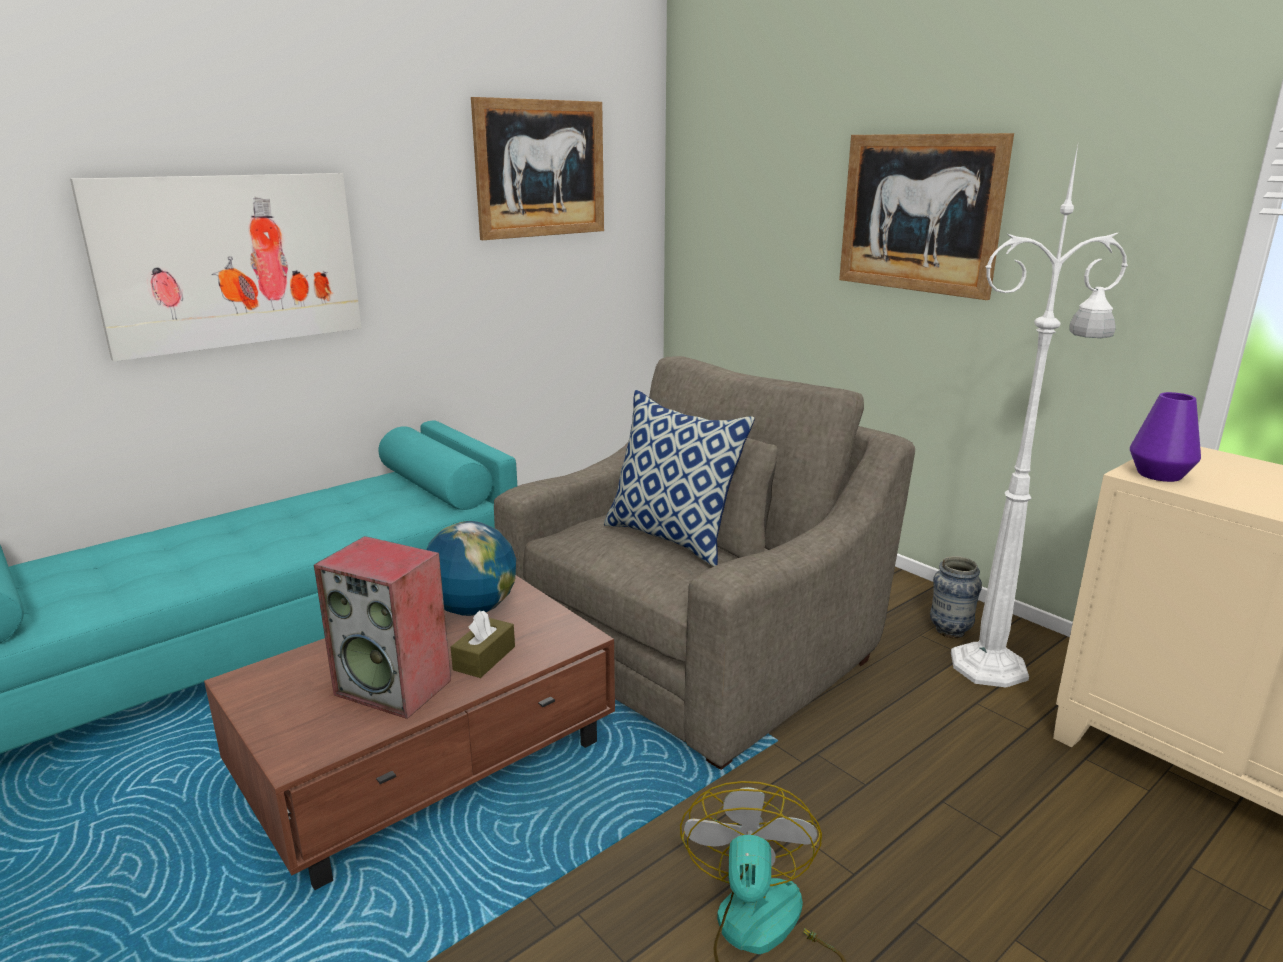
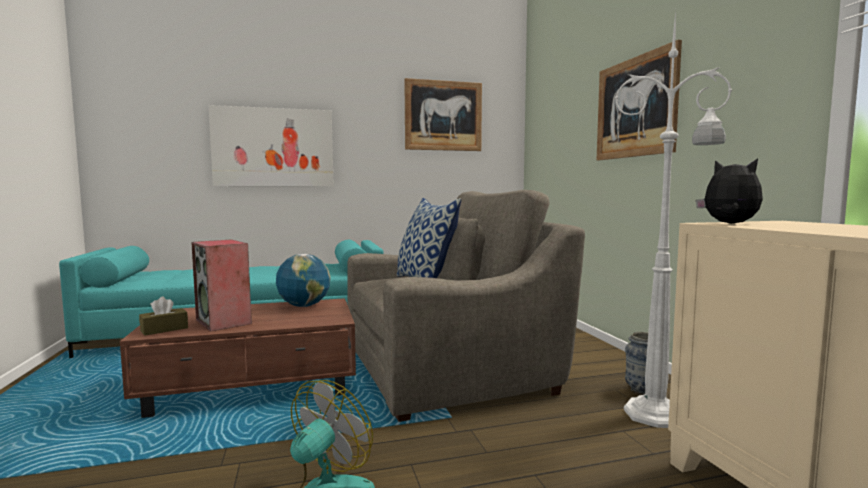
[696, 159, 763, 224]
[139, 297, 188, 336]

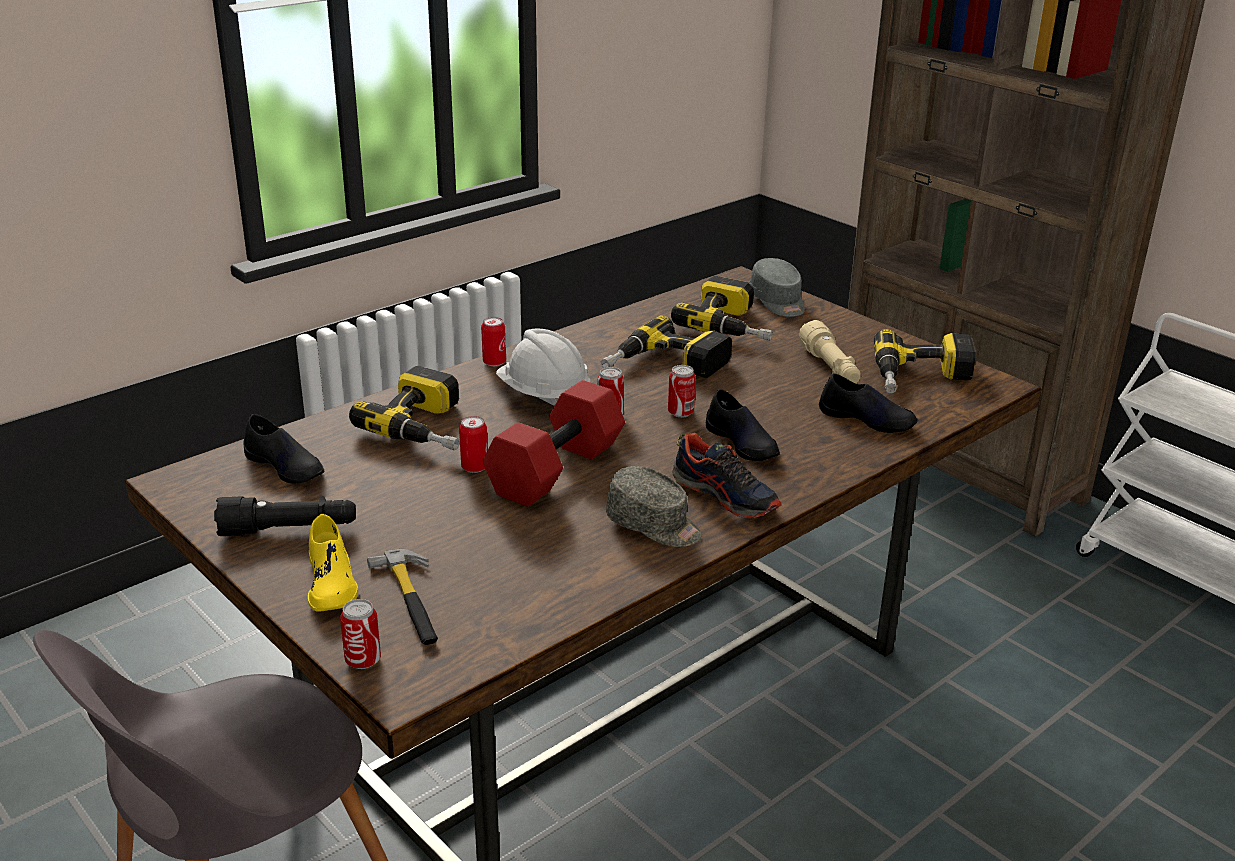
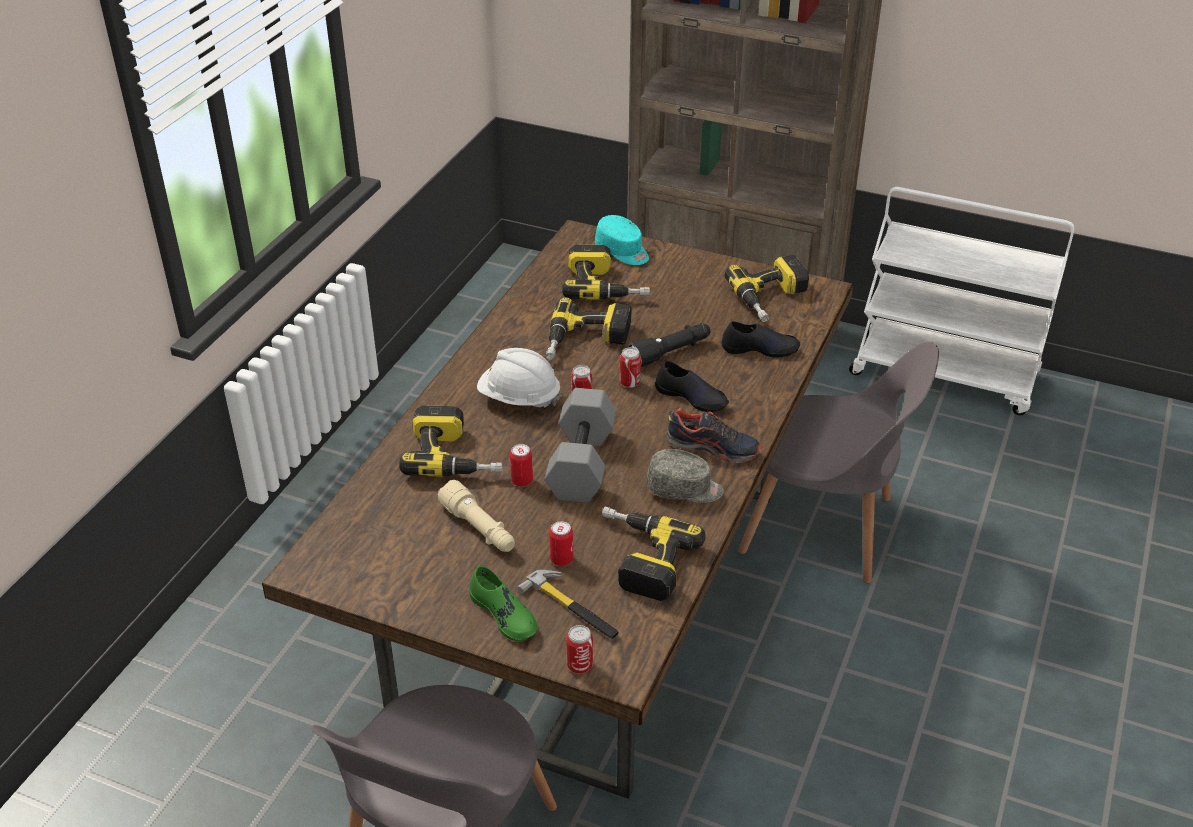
[595, 215, 649, 265]
[549, 521, 573, 566]
[438, 480, 515, 552]
[544, 388, 616, 503]
[243, 414, 324, 483] (first image)
[629, 323, 710, 367]
[469, 566, 538, 641]
[738, 342, 939, 584]
[602, 506, 706, 601]

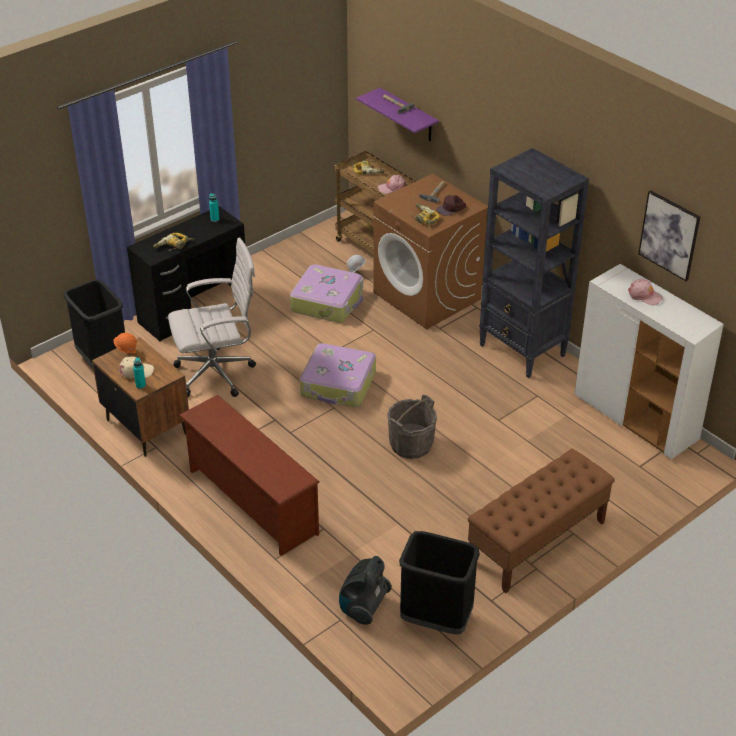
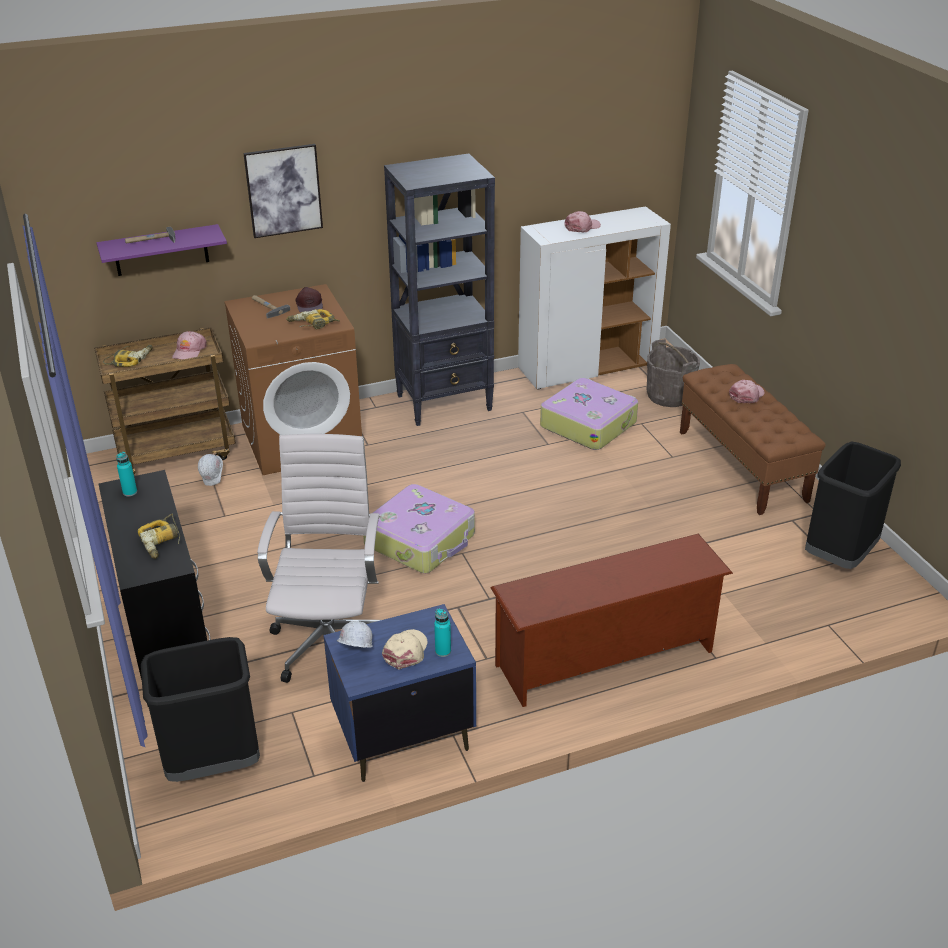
[243, 144, 323, 238]
[540, 378, 638, 450]
[337, 621, 373, 648]
[323, 604, 476, 782]
[647, 339, 700, 407]
[339, 556, 392, 625] (first image)
[729, 380, 765, 403]

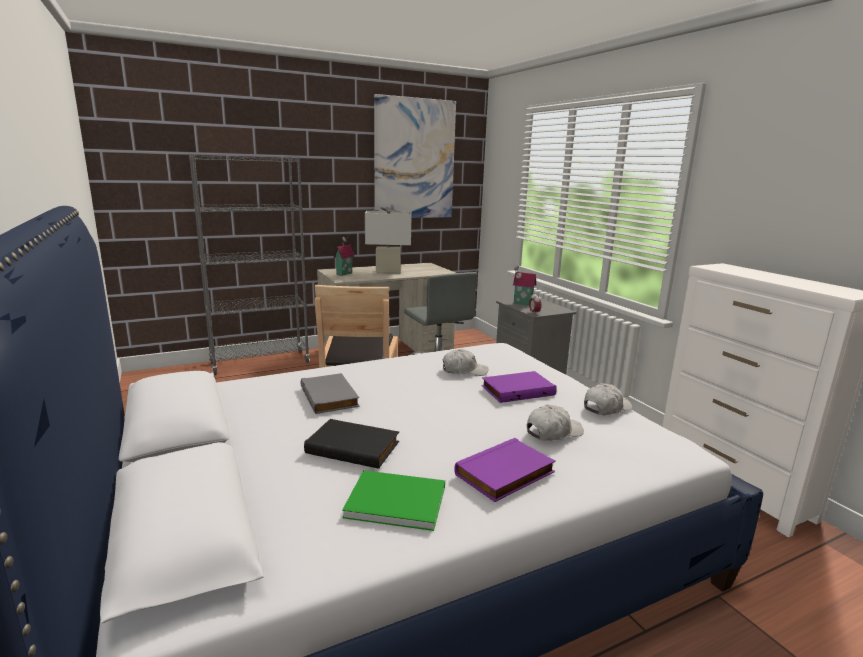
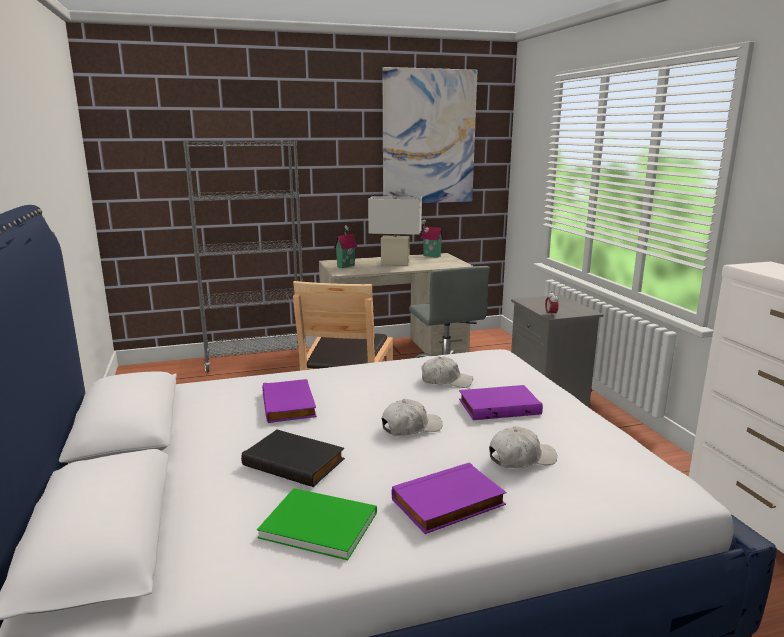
[421, 220, 444, 258]
[262, 379, 317, 423]
[382, 399, 443, 436]

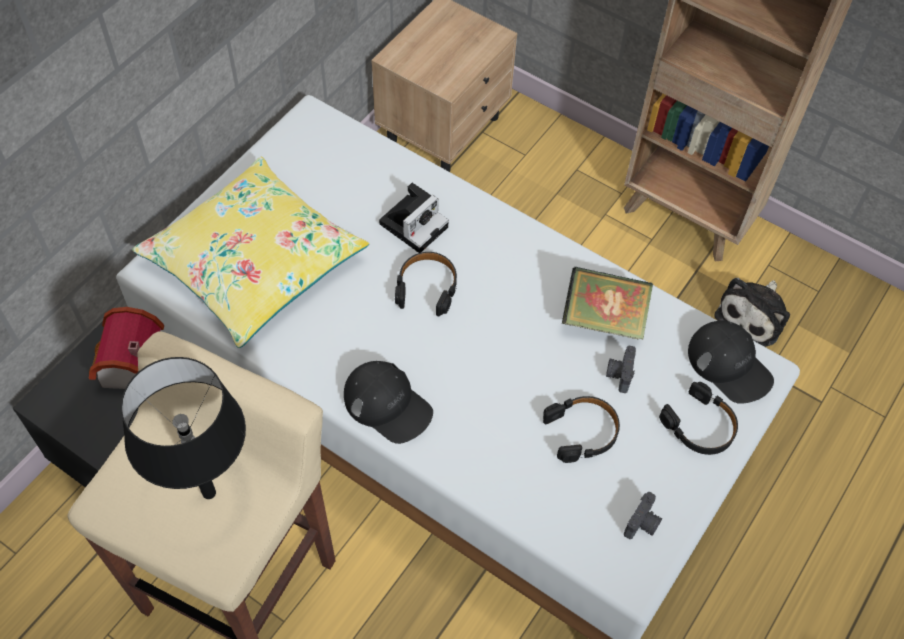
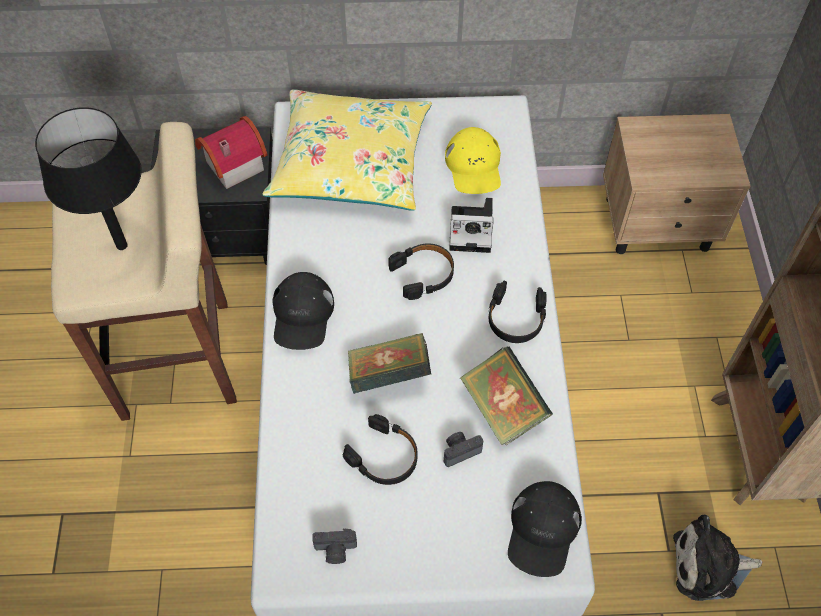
[488, 281, 547, 343]
[445, 127, 501, 194]
[348, 333, 431, 394]

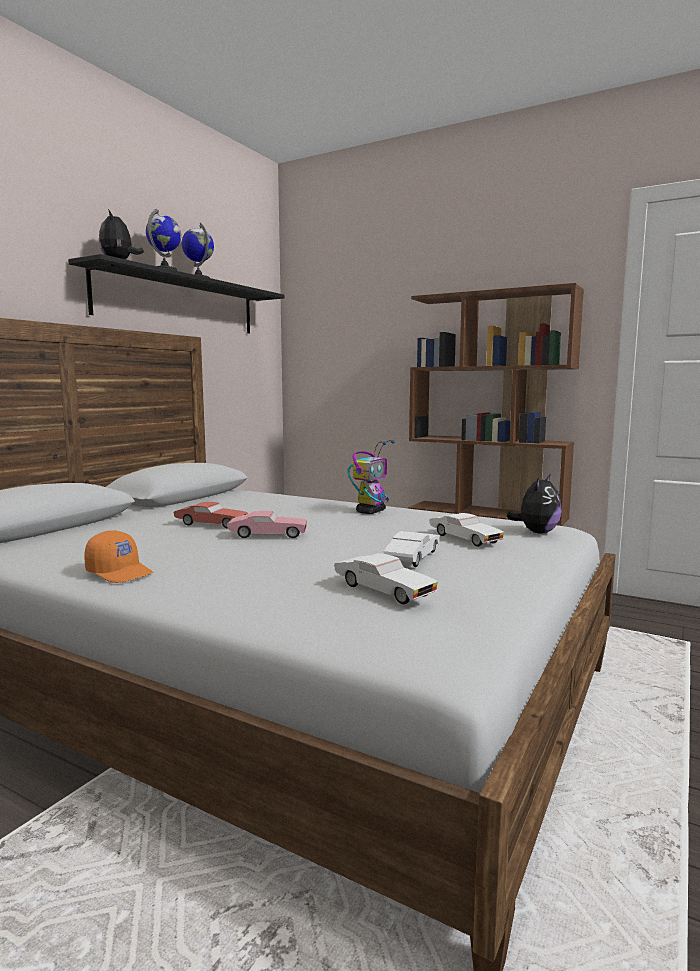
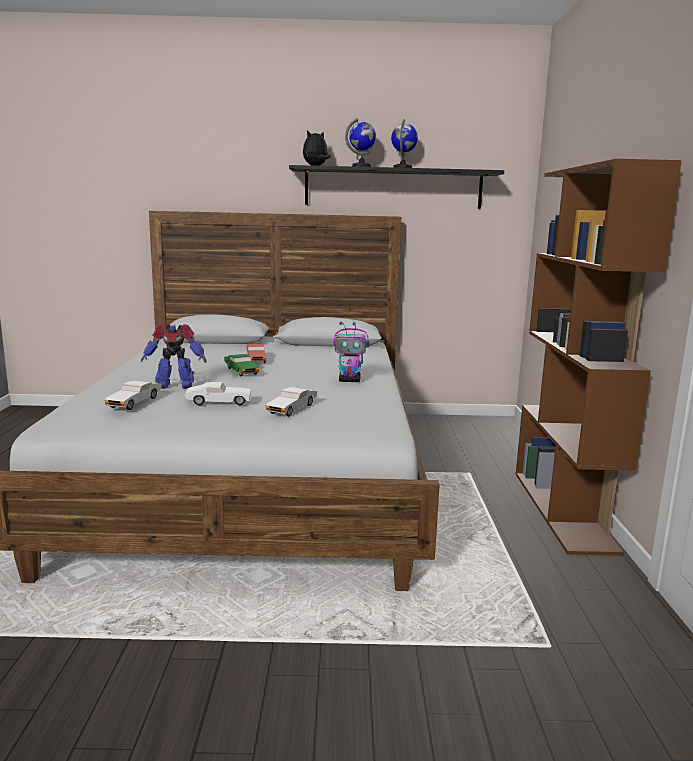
[506, 475, 562, 534] (first image)
[224, 354, 259, 376]
[84, 530, 153, 583] (first image)
[141, 324, 207, 389]

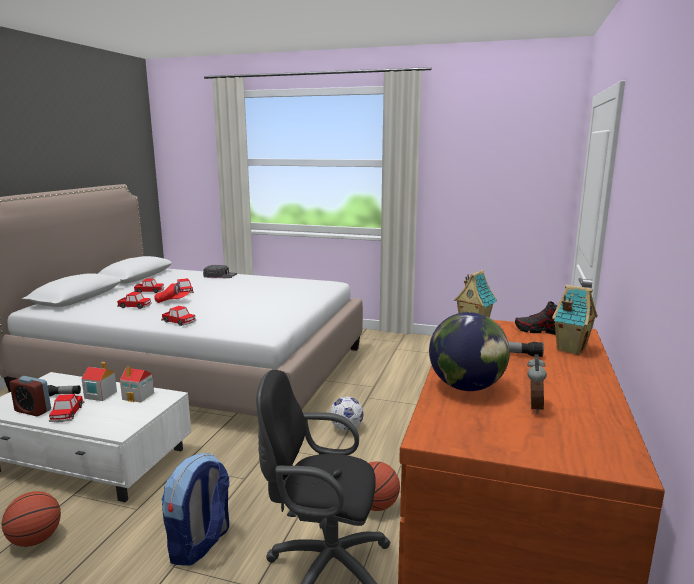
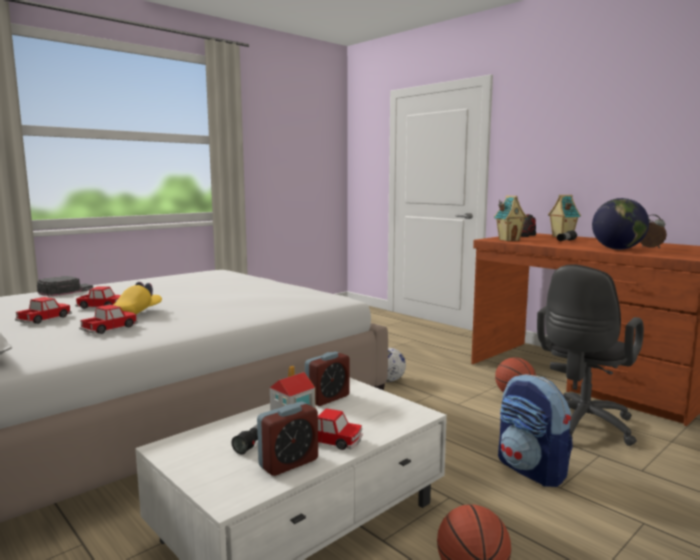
[113, 282, 162, 314]
[161, 306, 196, 326] (first image)
[305, 352, 350, 406]

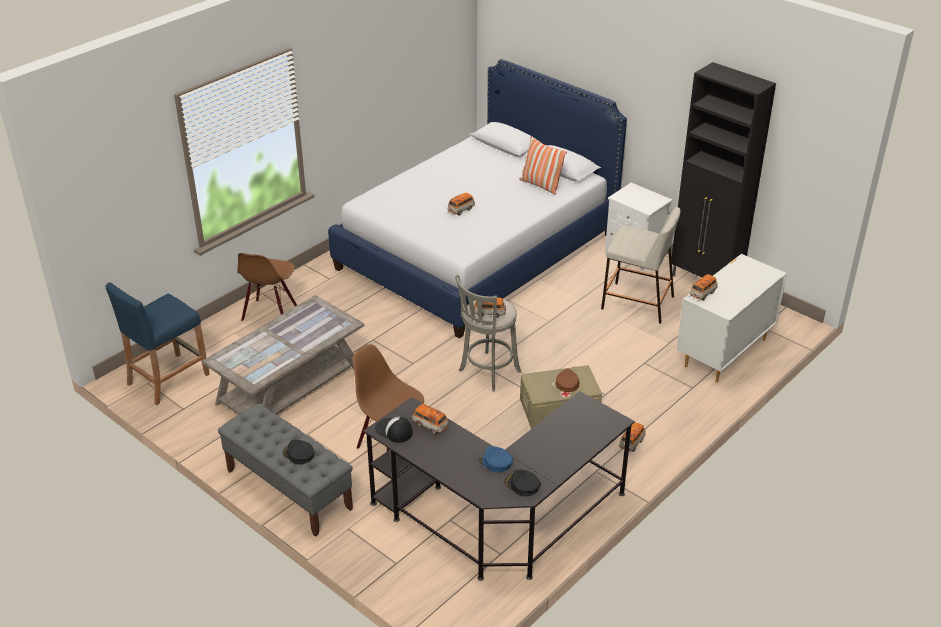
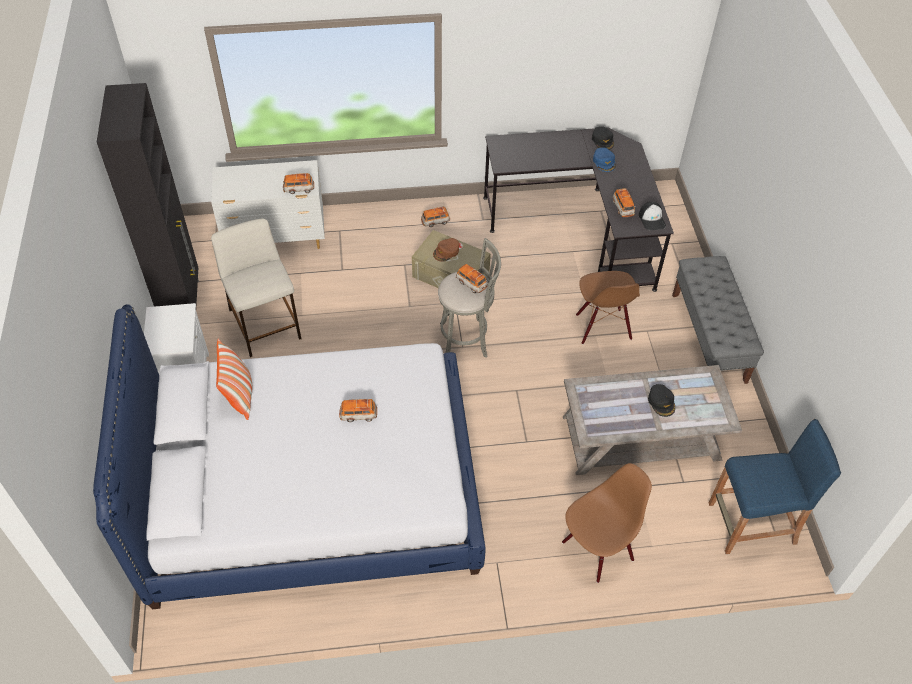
[648, 384, 675, 417]

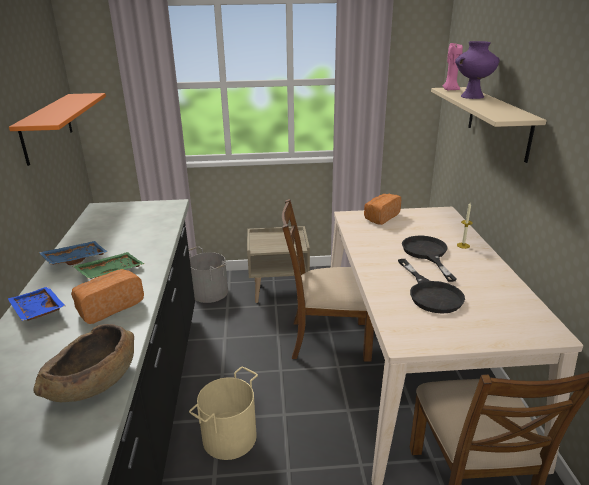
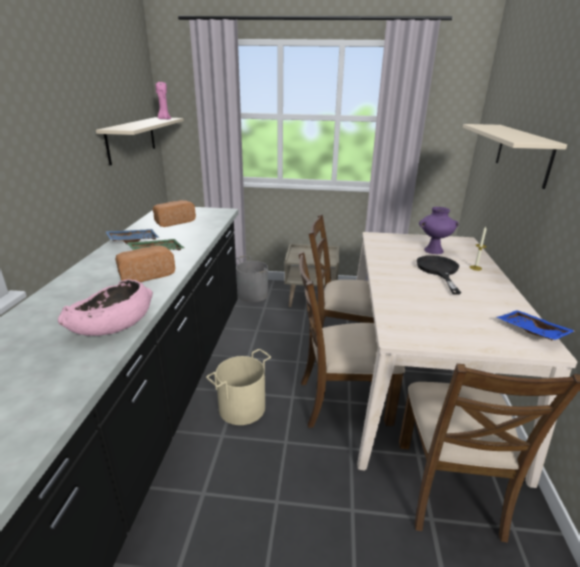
[419, 207, 459, 254]
[155, 81, 171, 119]
[96, 117, 184, 165]
[152, 200, 196, 227]
[398, 259, 465, 314] (first image)
[497, 310, 575, 340]
[58, 279, 153, 336]
[298, 251, 405, 428]

